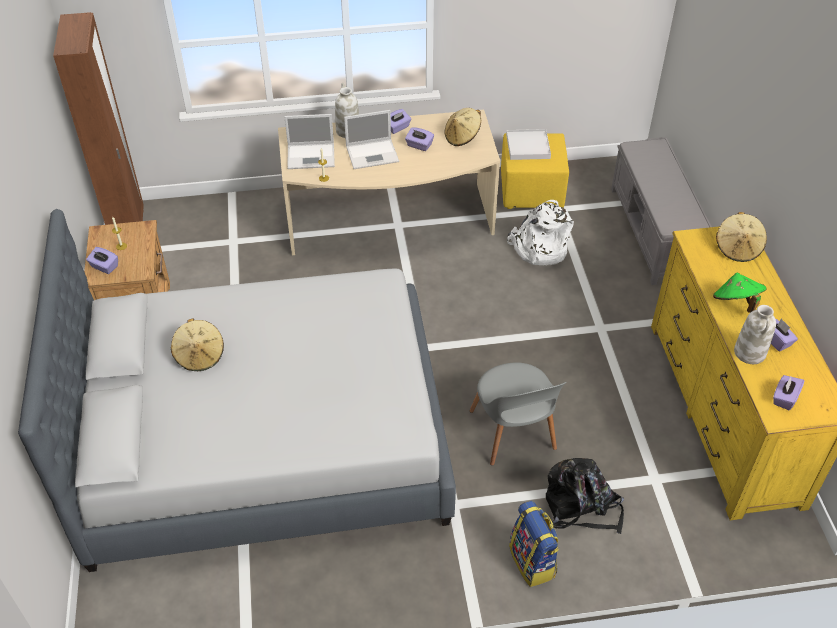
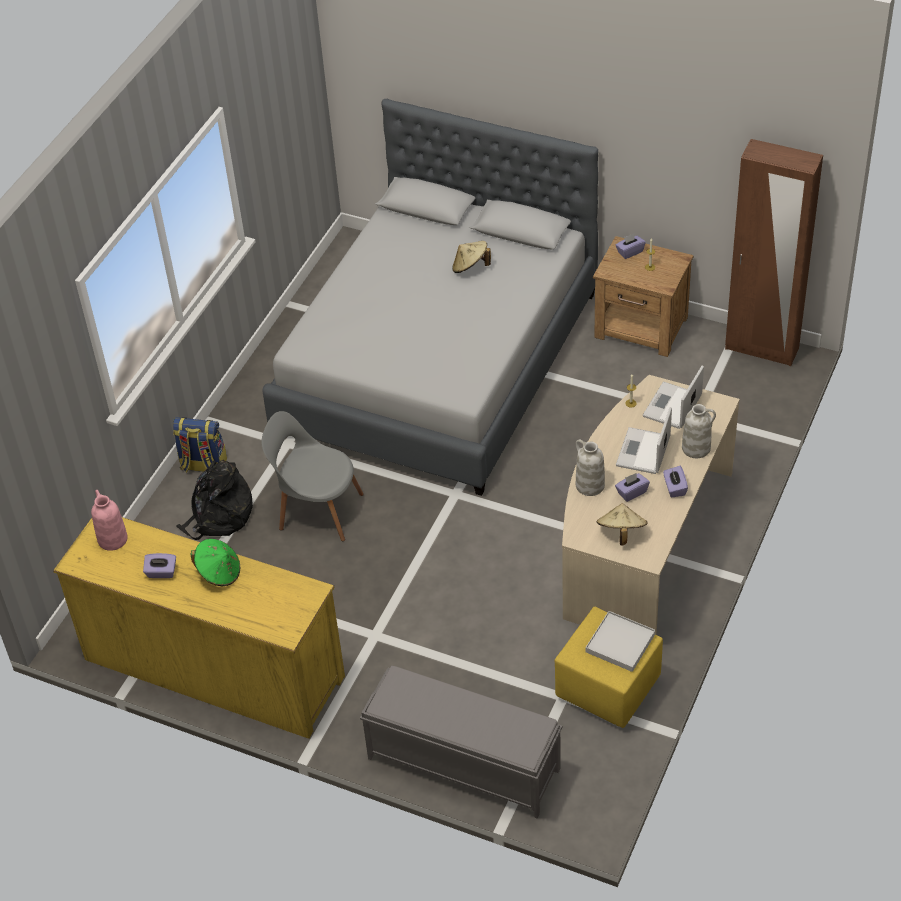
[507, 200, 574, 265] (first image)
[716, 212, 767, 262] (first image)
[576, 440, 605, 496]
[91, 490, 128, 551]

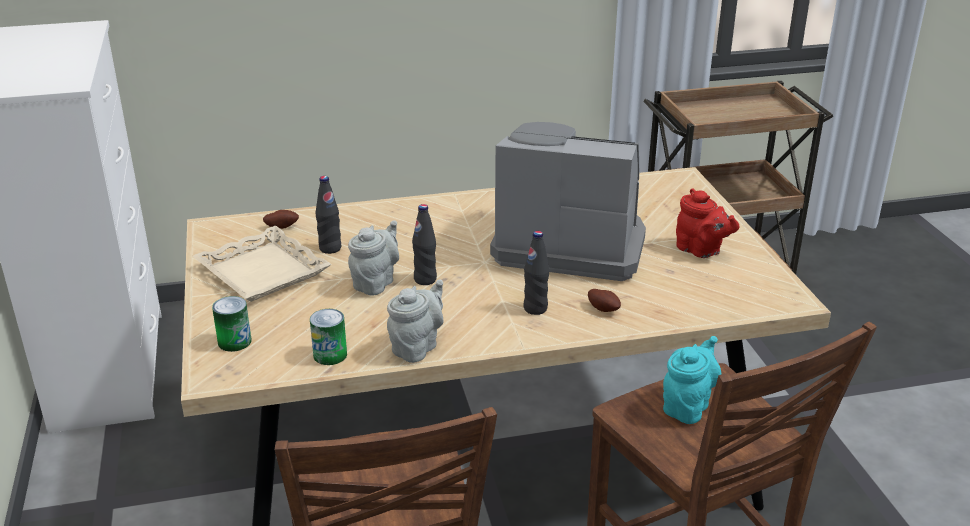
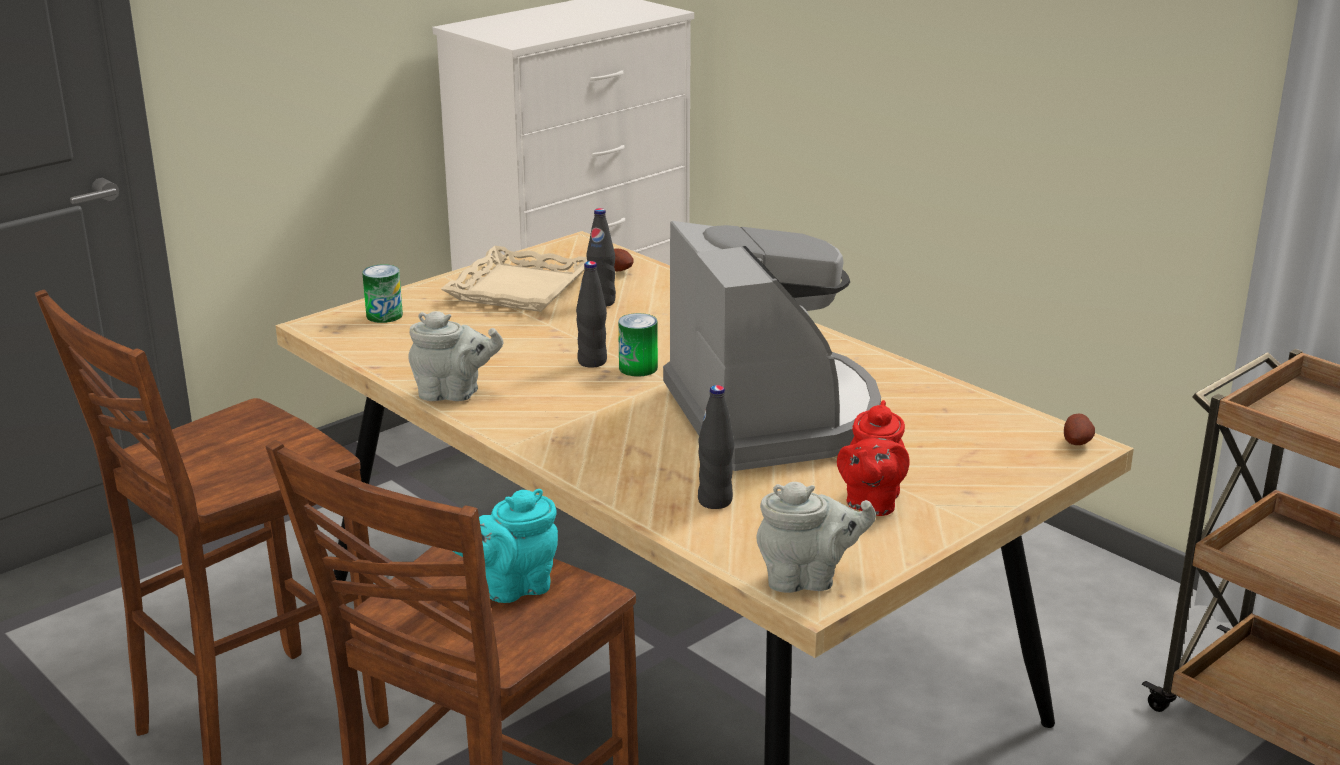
[757, 482, 876, 593]
[698, 385, 734, 509]
[1064, 414, 1095, 445]
[618, 313, 658, 377]
[453, 489, 558, 603]

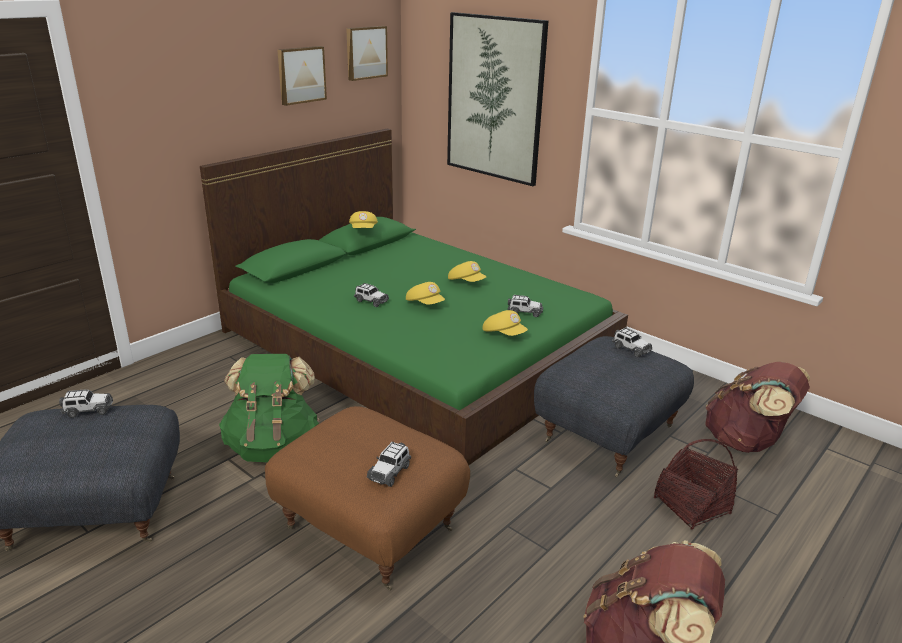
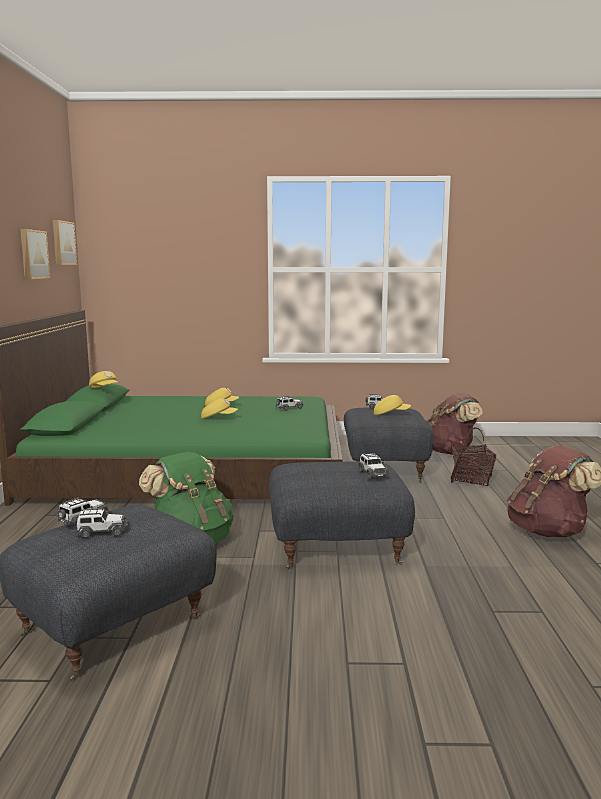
[447, 12, 548, 186] (first image)
[73, 508, 128, 538]
[374, 395, 411, 415]
[269, 461, 415, 570]

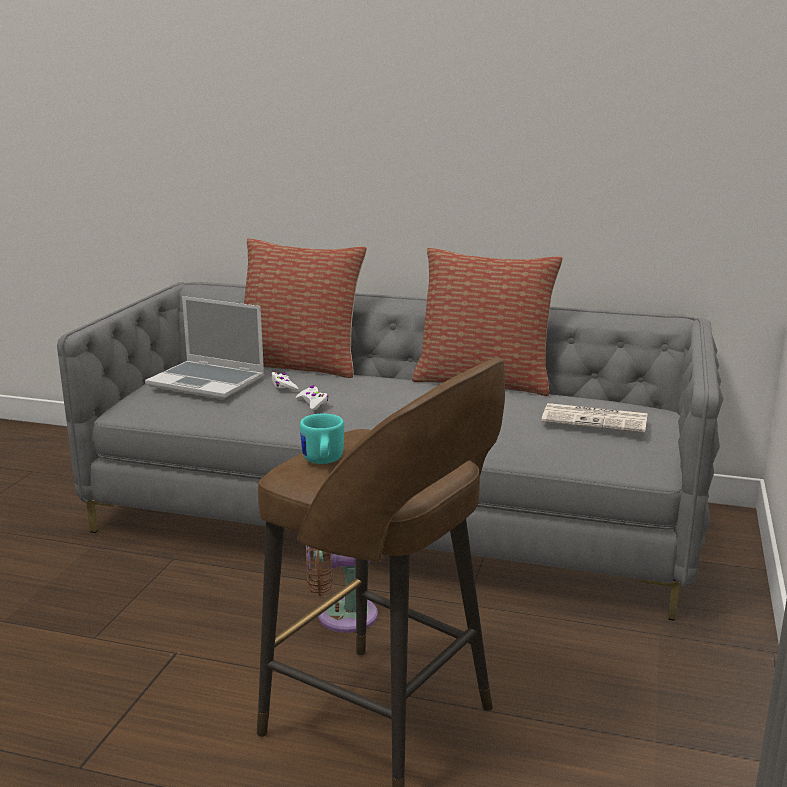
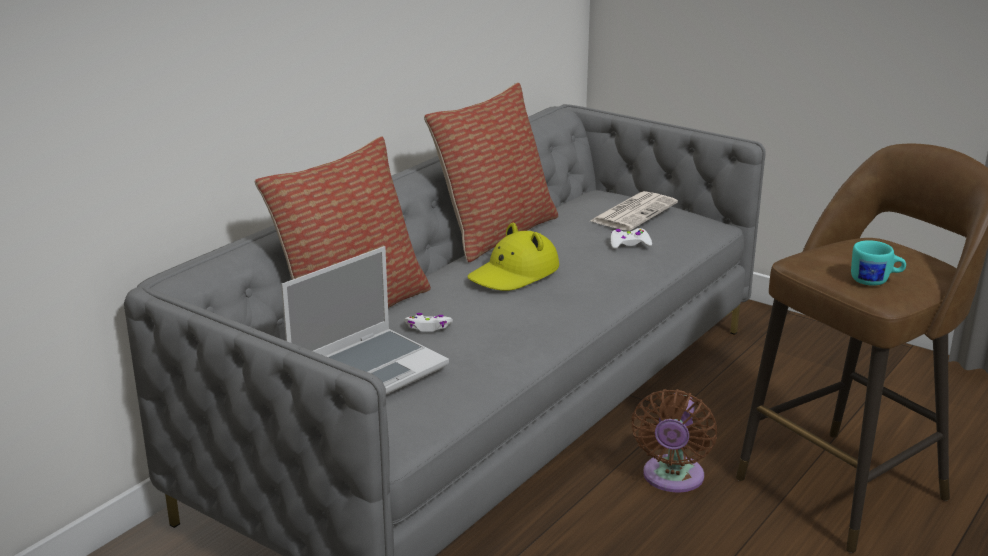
[611, 228, 652, 249]
[467, 223, 559, 291]

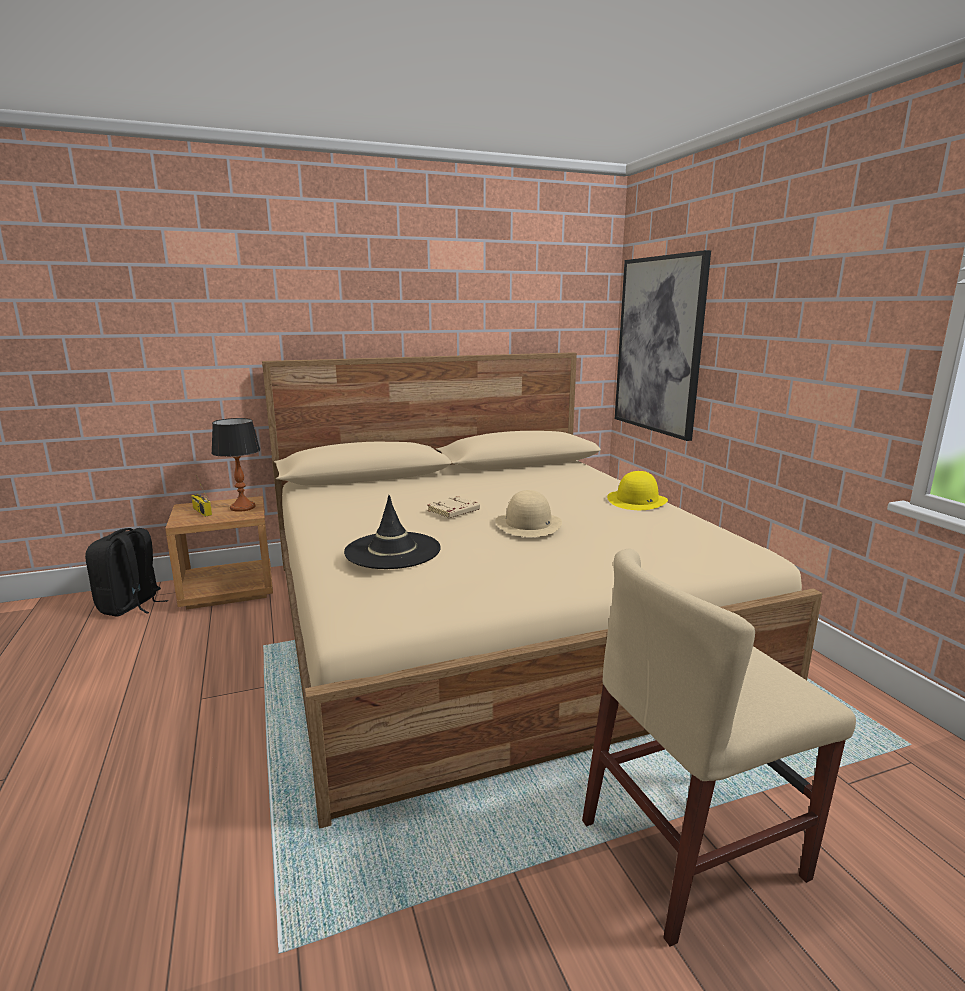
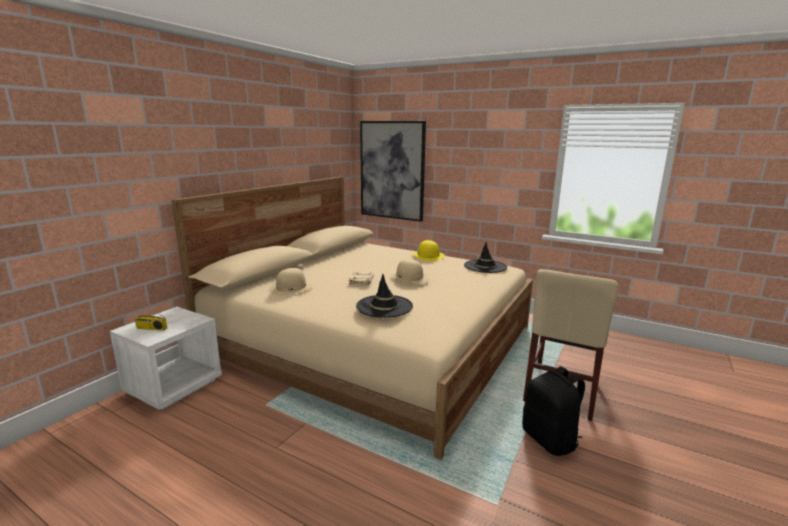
[211, 418, 260, 512] (first image)
[110, 307, 222, 410]
[522, 367, 585, 456]
[464, 242, 507, 273]
[269, 268, 313, 296]

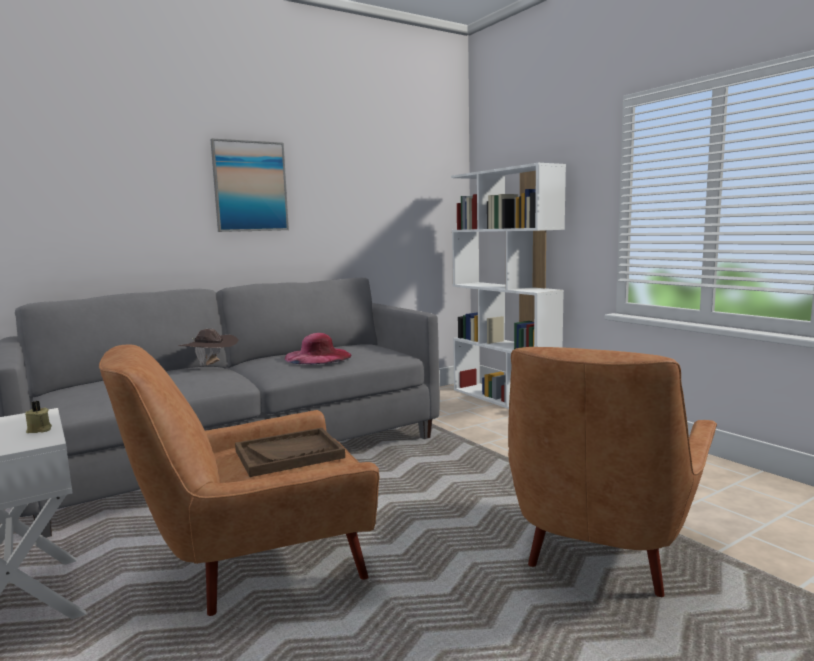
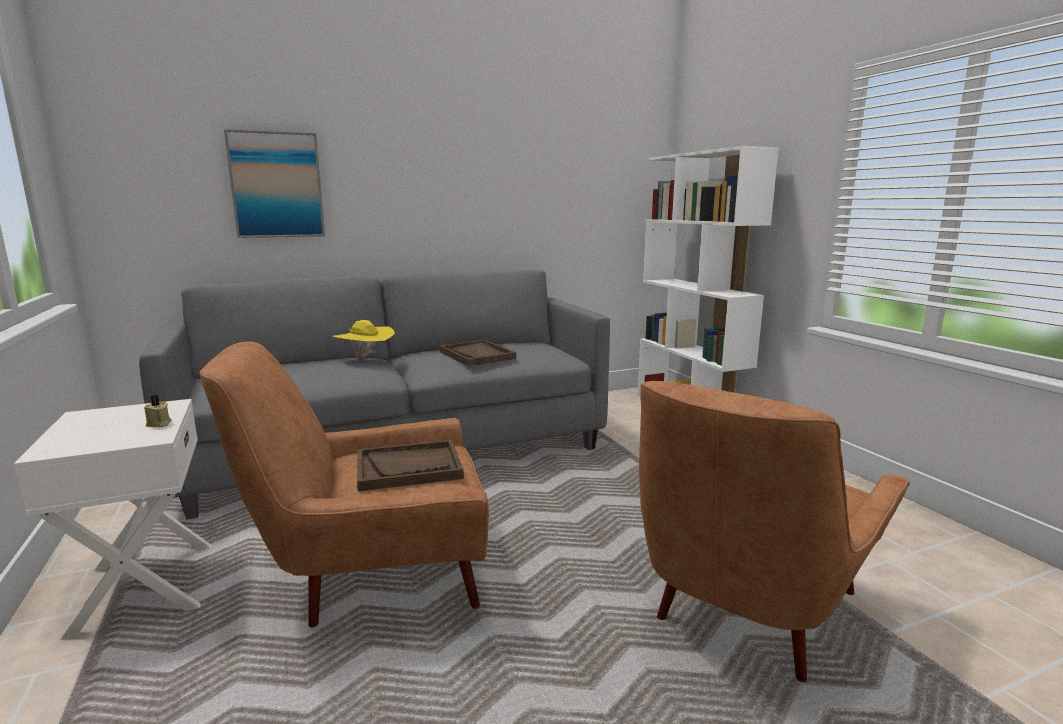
[224, 129, 325, 238]
[332, 320, 395, 358]
[439, 340, 516, 366]

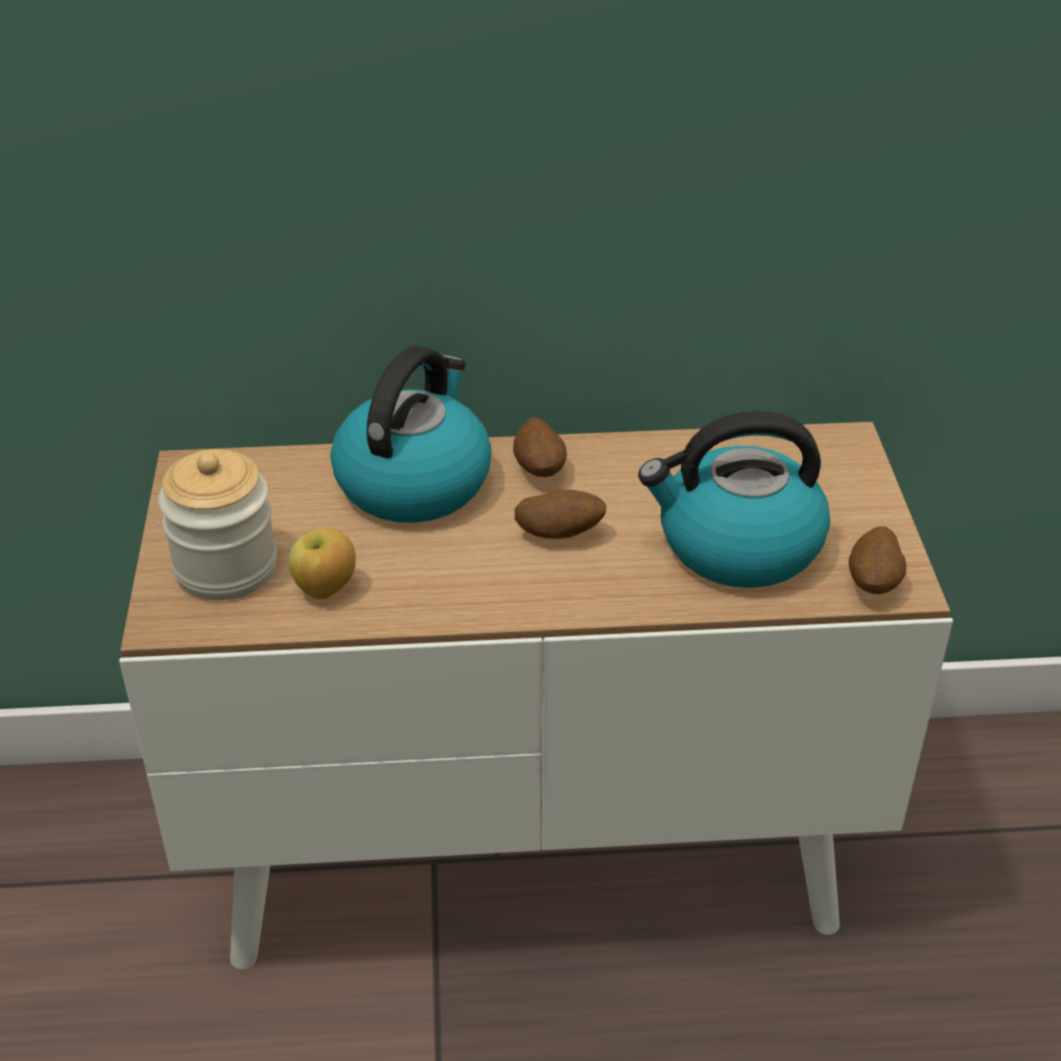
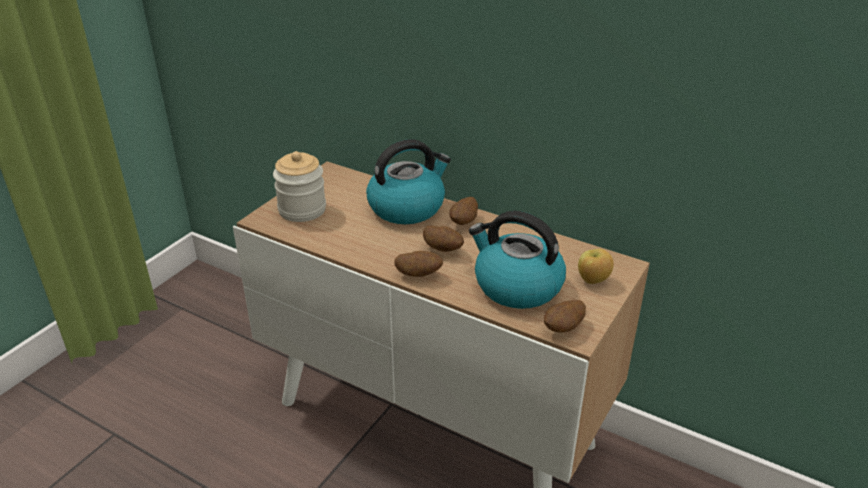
[578, 249, 614, 284]
[394, 251, 443, 277]

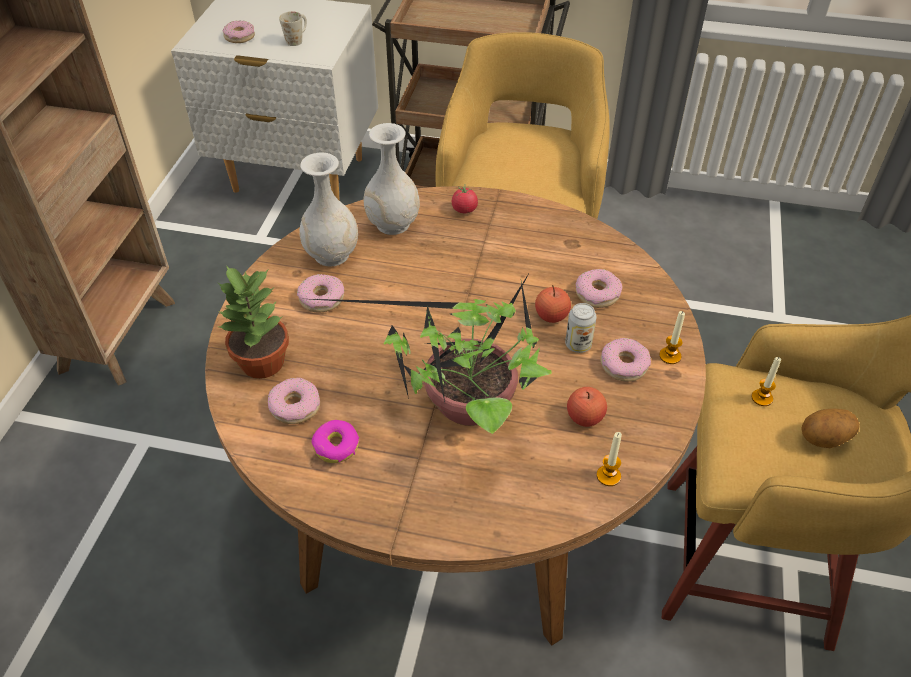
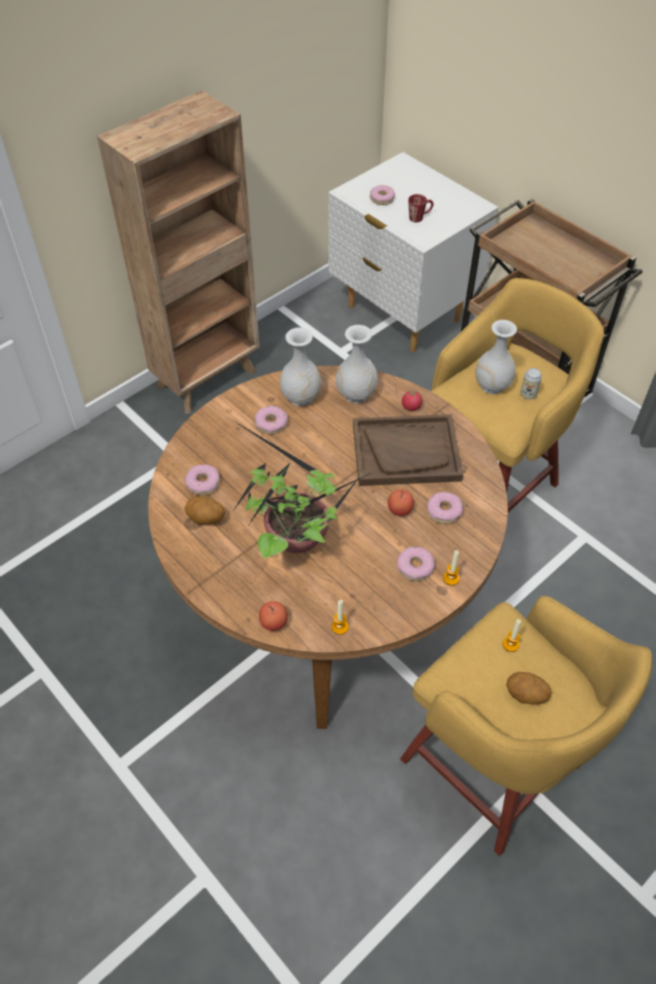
[408, 194, 433, 222]
[218, 265, 289, 379] (first image)
[520, 368, 542, 399]
[259, 601, 288, 631]
[185, 497, 225, 525]
[475, 320, 517, 394]
[353, 414, 463, 486]

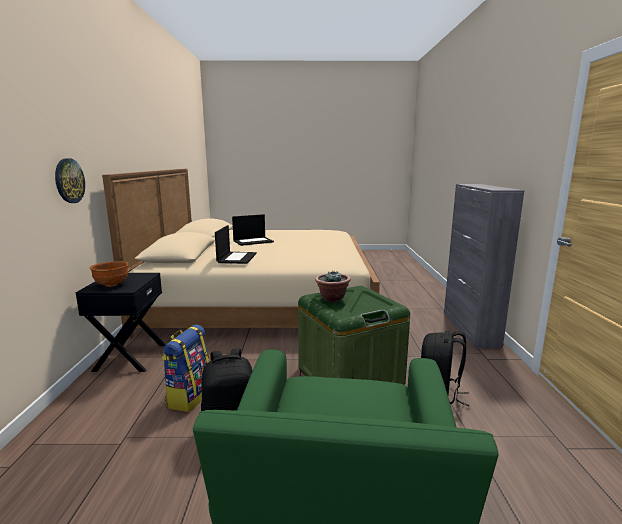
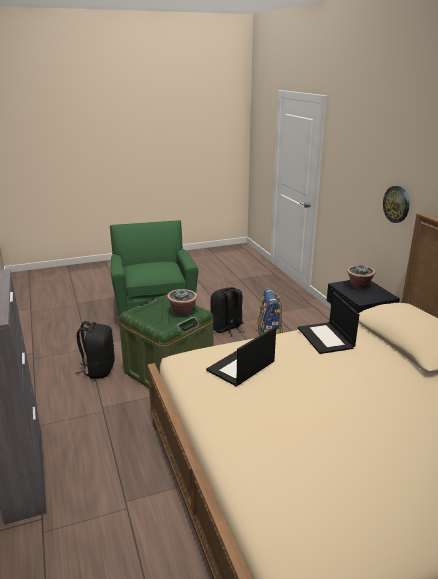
[206, 327, 276, 386]
[347, 265, 376, 289]

